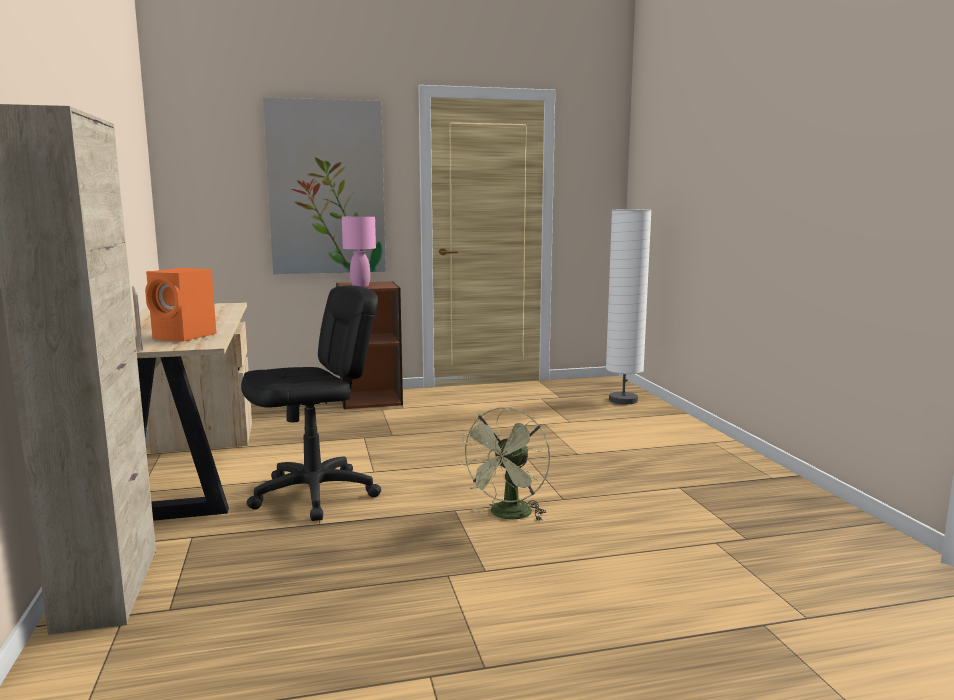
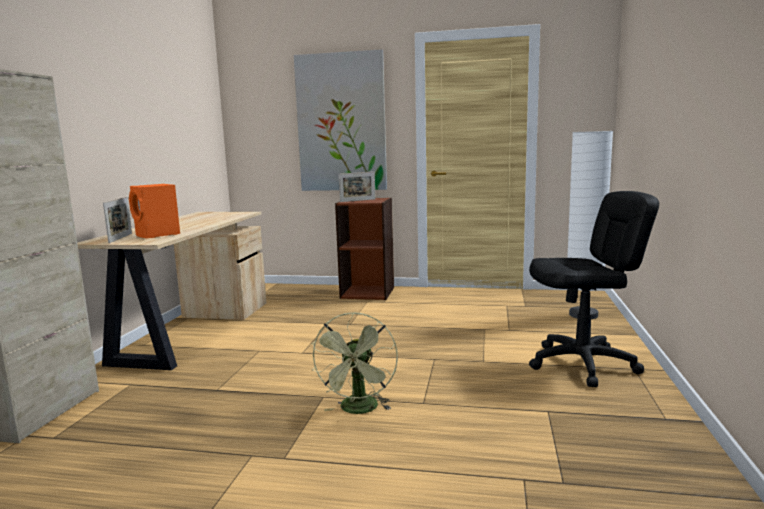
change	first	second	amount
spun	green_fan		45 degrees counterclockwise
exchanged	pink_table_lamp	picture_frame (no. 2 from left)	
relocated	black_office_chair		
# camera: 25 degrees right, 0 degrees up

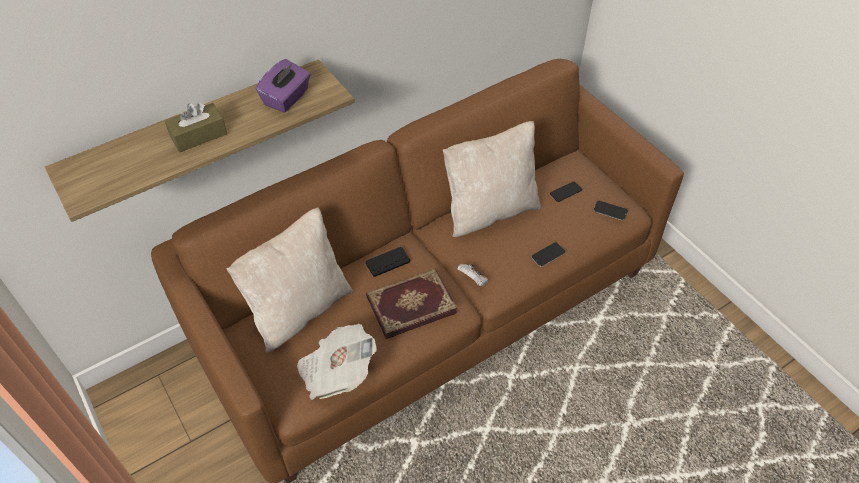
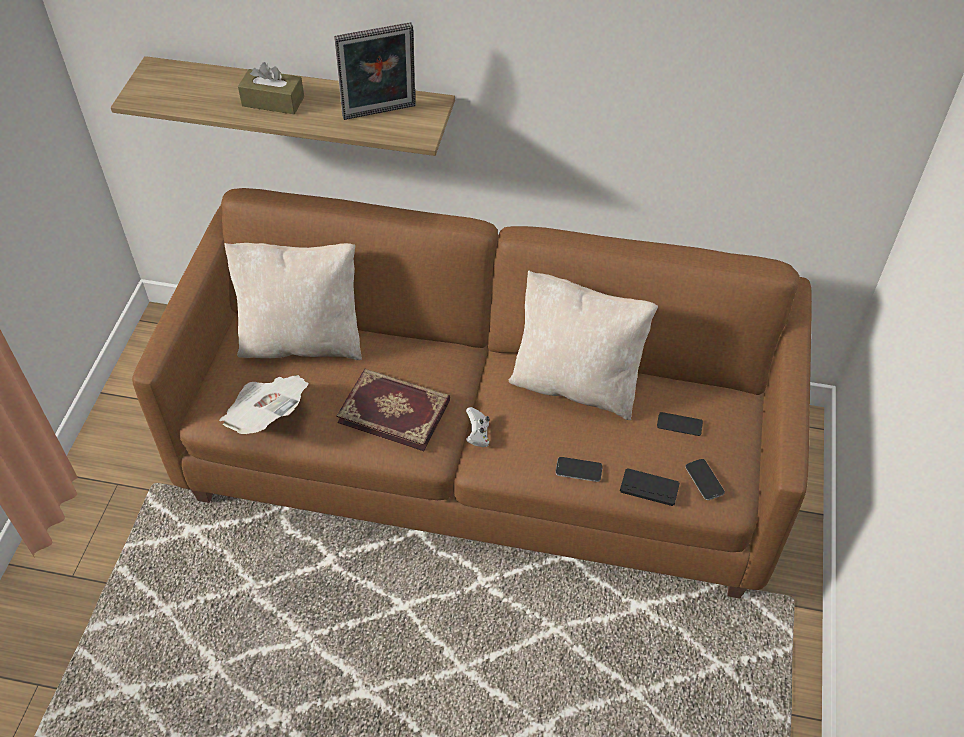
change	first	second	amount
exchanged	purple_tissue_box	picture_frame	
relocated	black_game_controller		
# camera: 45 degrees right, 0 degrees up

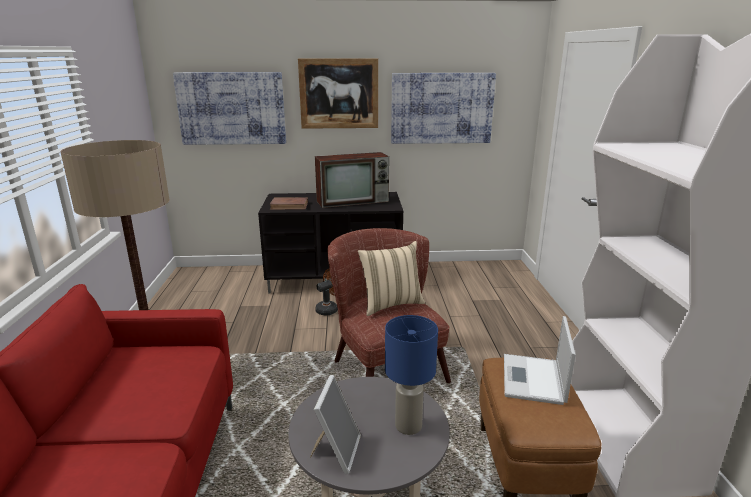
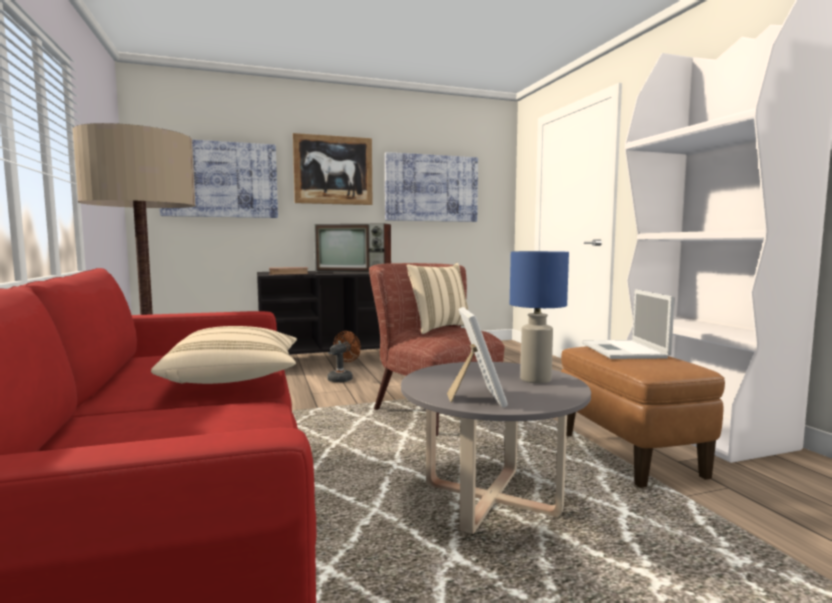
change	first	second	amount
appeared		beige_pillow (no. 1 from left)	
spun	television		45 degrees clockwise
# camera: 15 degrees left, 15 degrees down

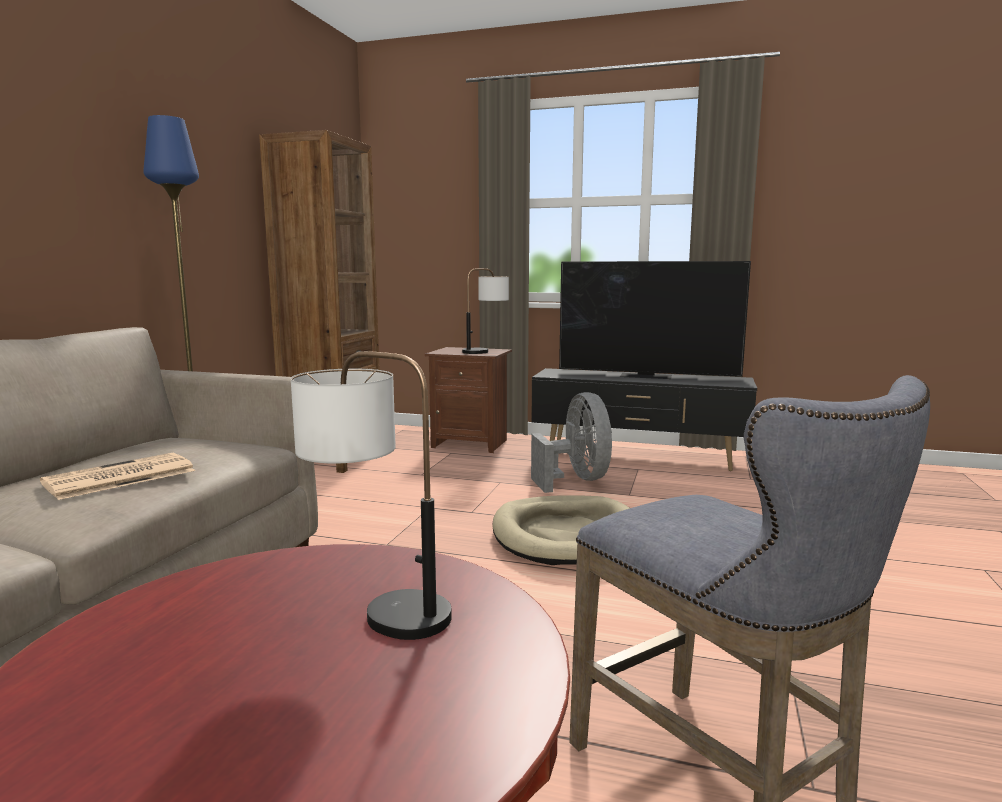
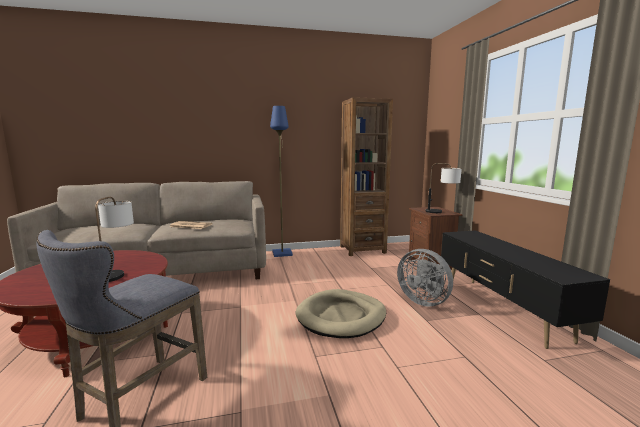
change	first	second	amount
spun	grey_fan		90 degrees clockwise
missing	television		
# camera: 60 degrees right, 0 degrees up

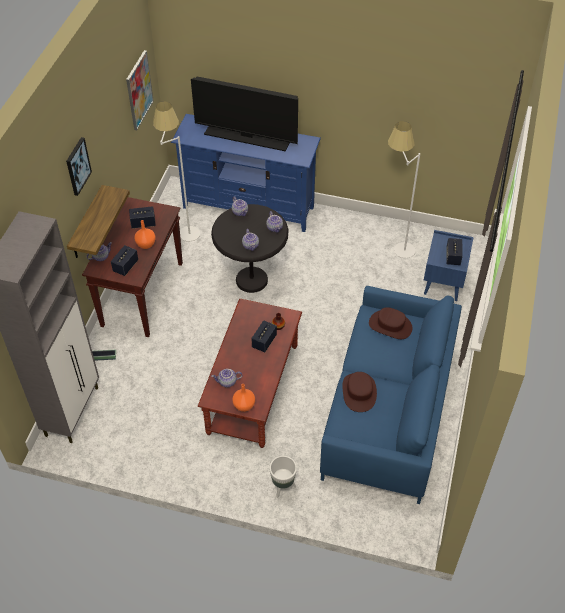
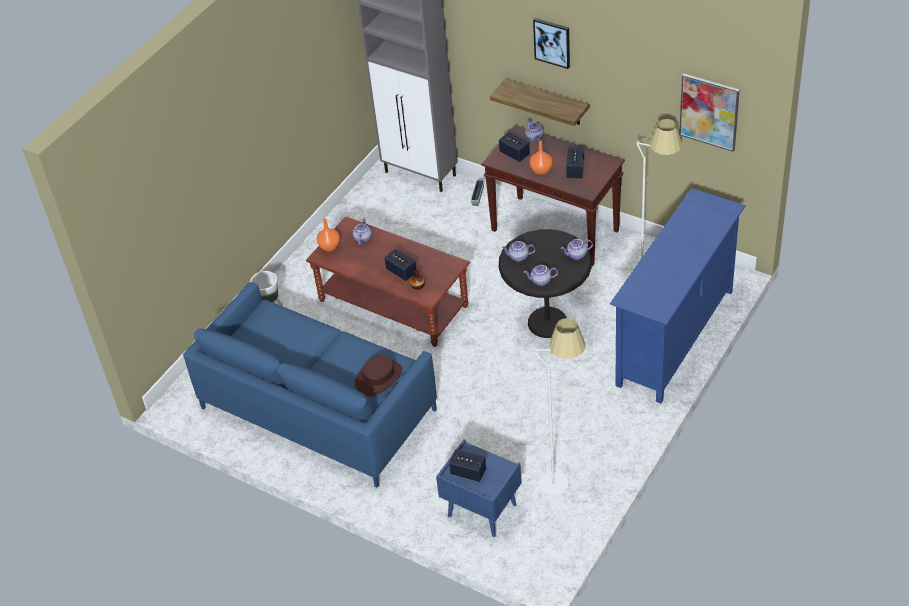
change	first	second	amount
missing	television		
missing	brown_hat (no. 1 from left)		
# camera: 110 degrees right, 5 degrees down

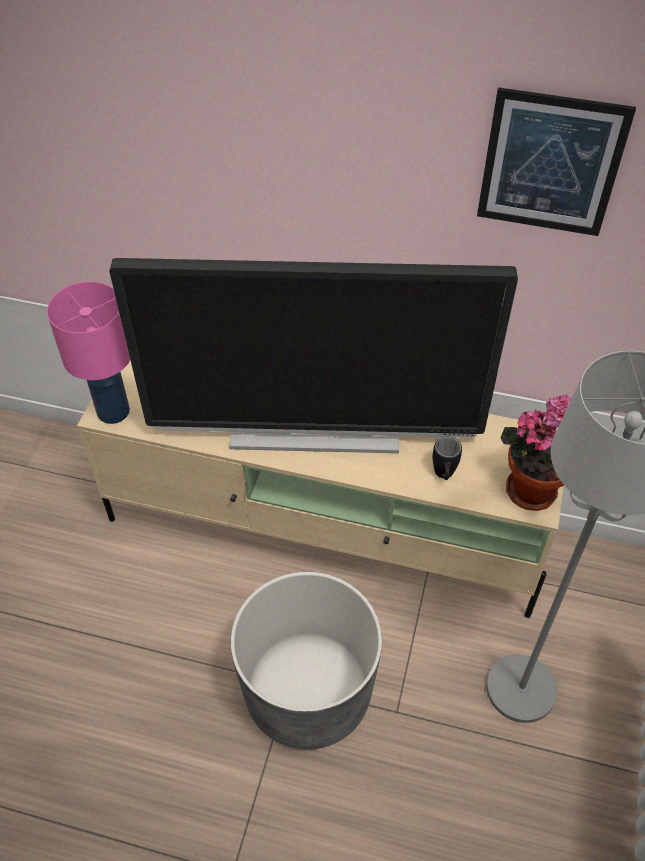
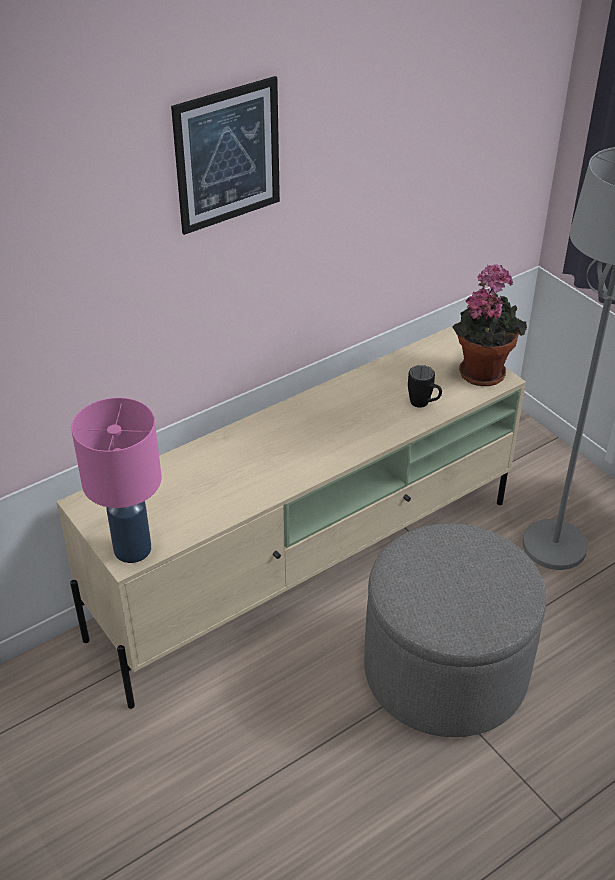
change	first	second	amount
relocated	picture		
exchanged	grey_planter	grey_ottoman	
missing	television		
# camera: 50 degrees left, 10 degrees down

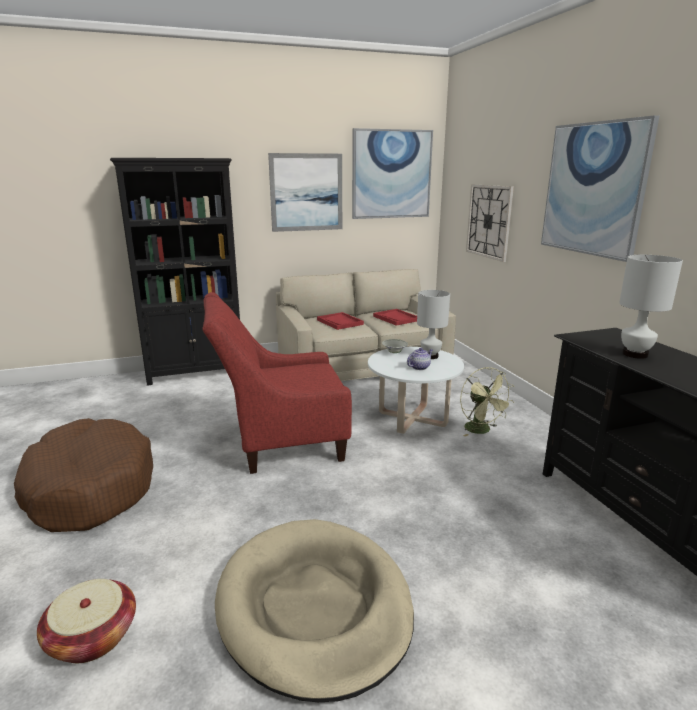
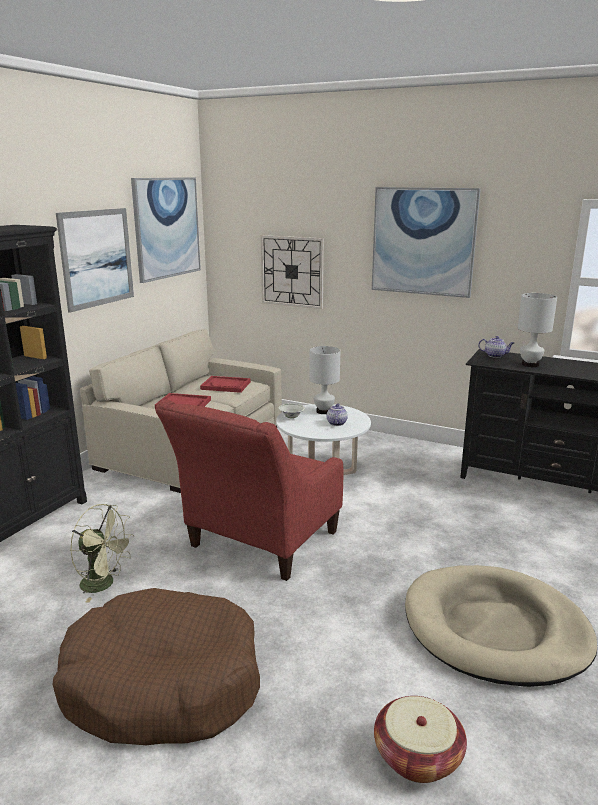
change	first	second	amount
relocated	green_fan		
appeared		teapot (no. 2 from left)	
# camera: 45 degrees left, 0 degrees up

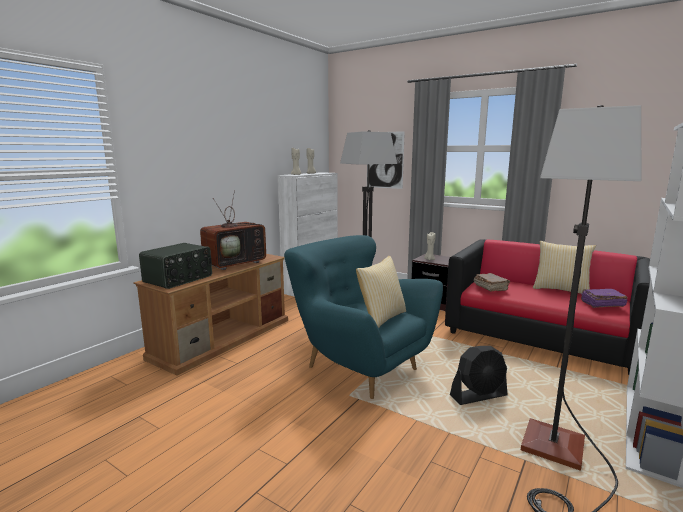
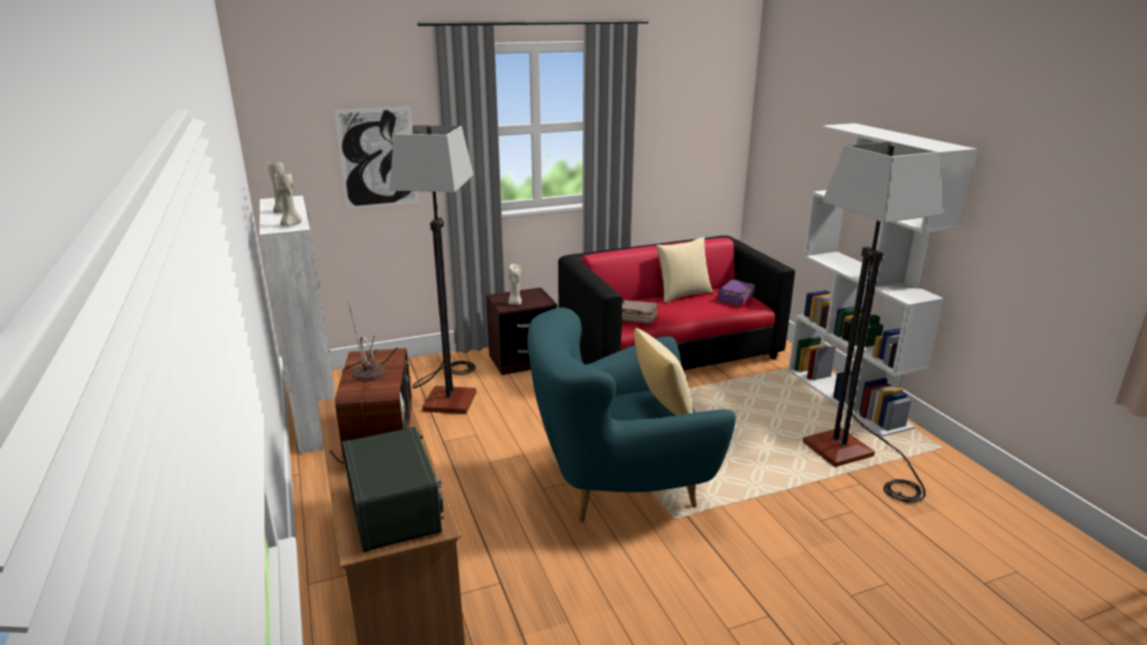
change	first	second	amount
missing	black_fan		
# camera: 55 degrees left, 10 degrees up

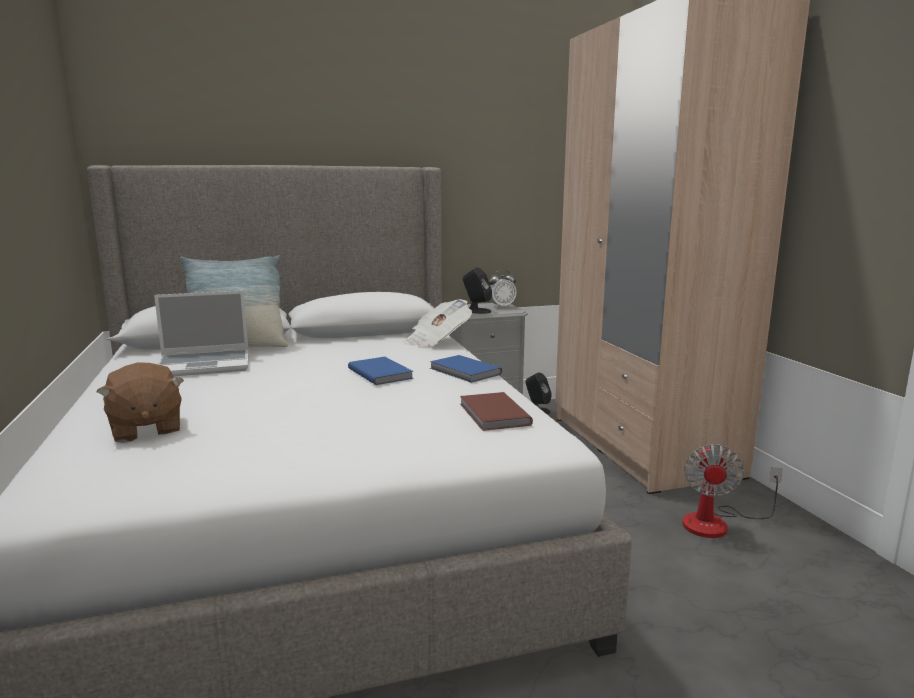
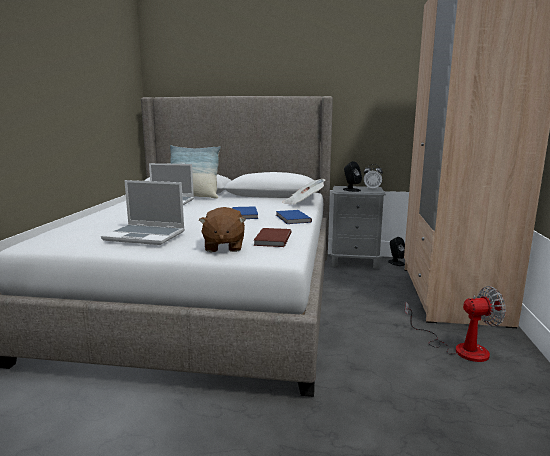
change	first	second	amount
appeared		laptop (no. 1 from left)	
relocated	brown_plush_toy		
spun	fan		135 degrees counterclockwise
# camera: 25 degrees right, 0 degrees up

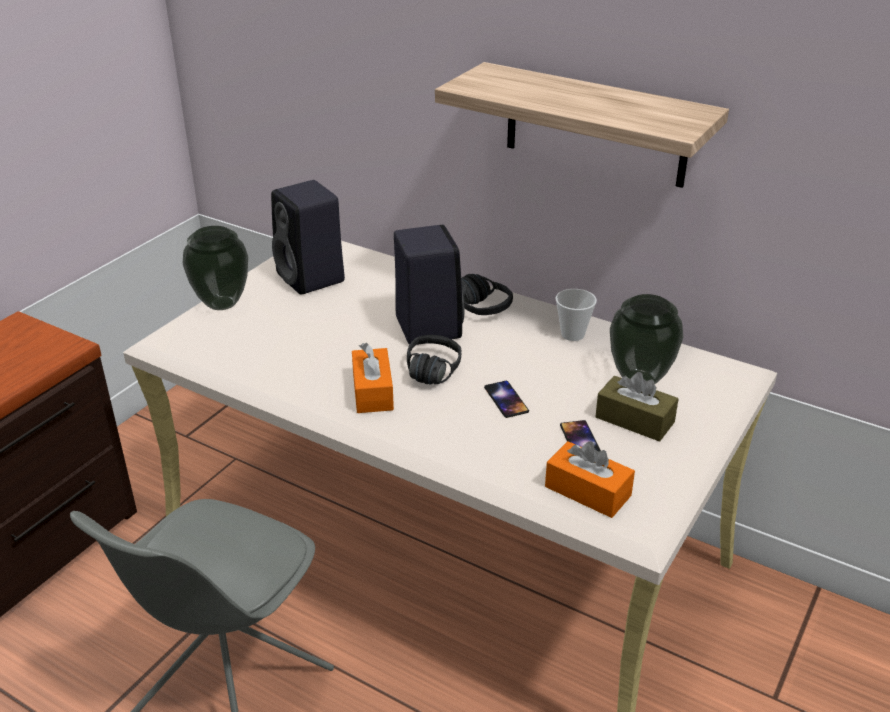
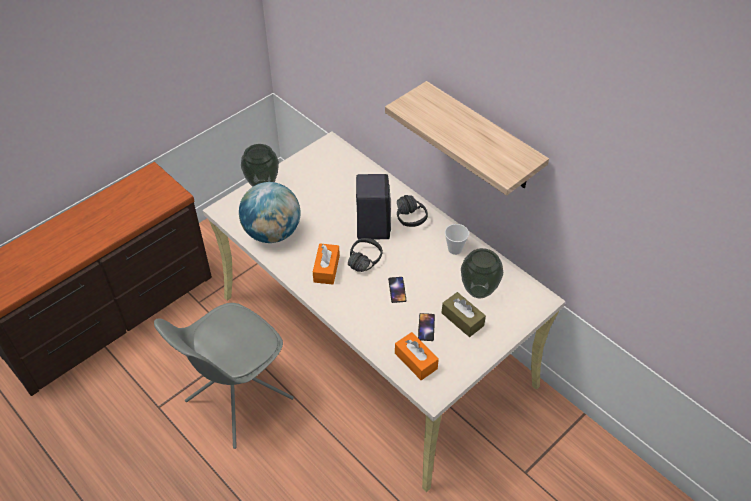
change	first	second	amount
appeared		globe	
missing	black_speaker (no. 1 from left)		
# camera: 15 degrees right, 15 degrees up

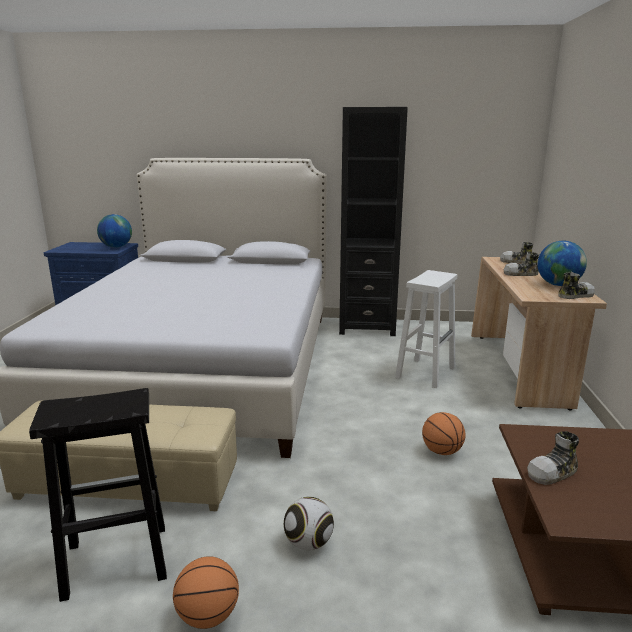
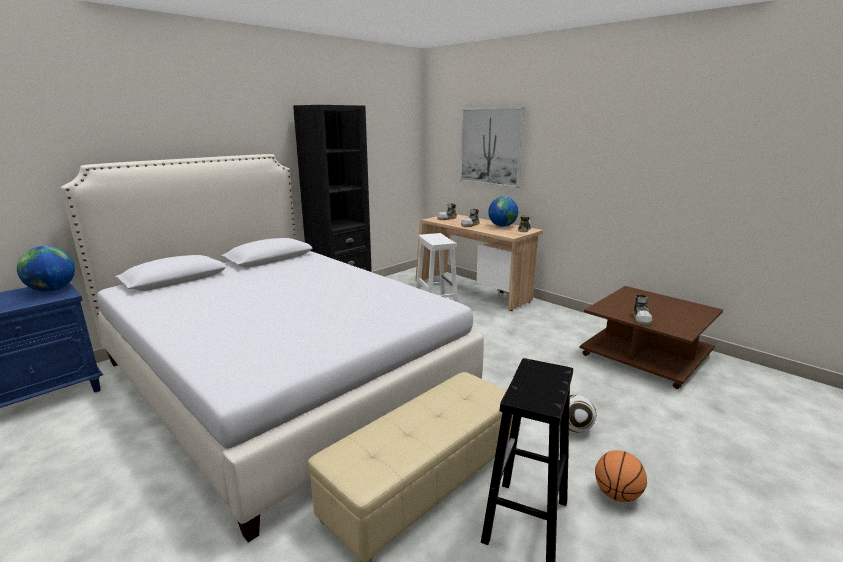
change	first	second	amount
appeared		picture	
missing	basketball (no. 2 from left)		
# camera: 50 degrees left, 0 degrees up

